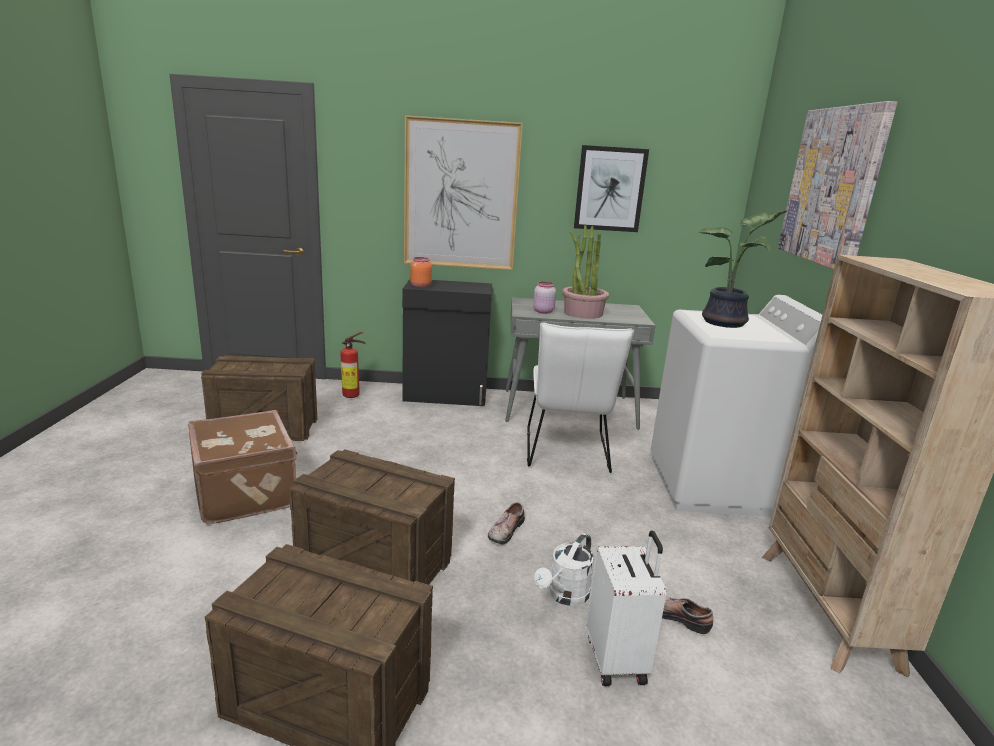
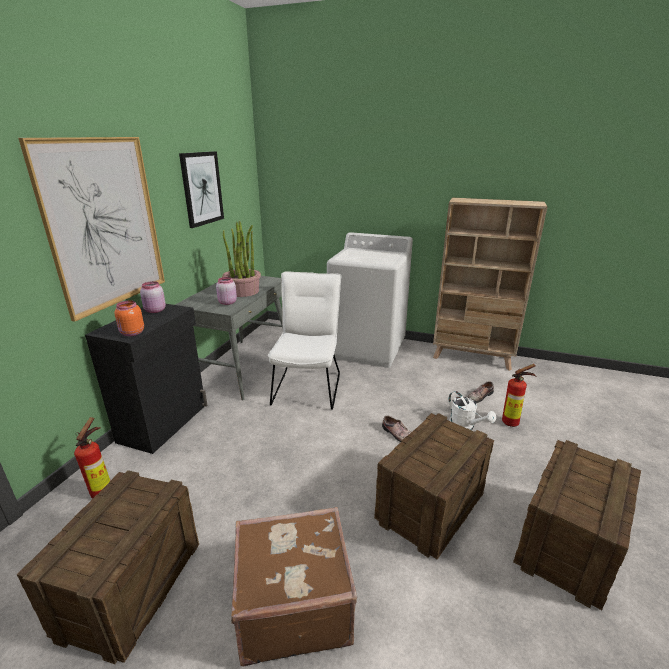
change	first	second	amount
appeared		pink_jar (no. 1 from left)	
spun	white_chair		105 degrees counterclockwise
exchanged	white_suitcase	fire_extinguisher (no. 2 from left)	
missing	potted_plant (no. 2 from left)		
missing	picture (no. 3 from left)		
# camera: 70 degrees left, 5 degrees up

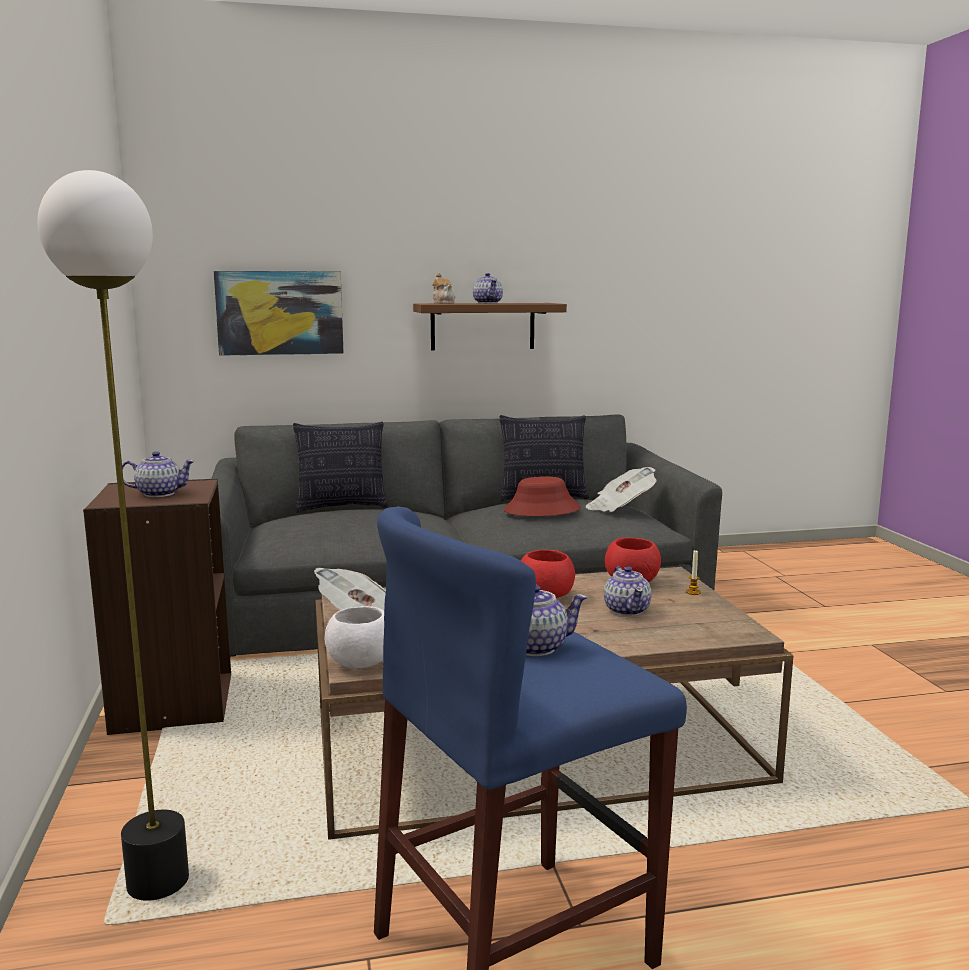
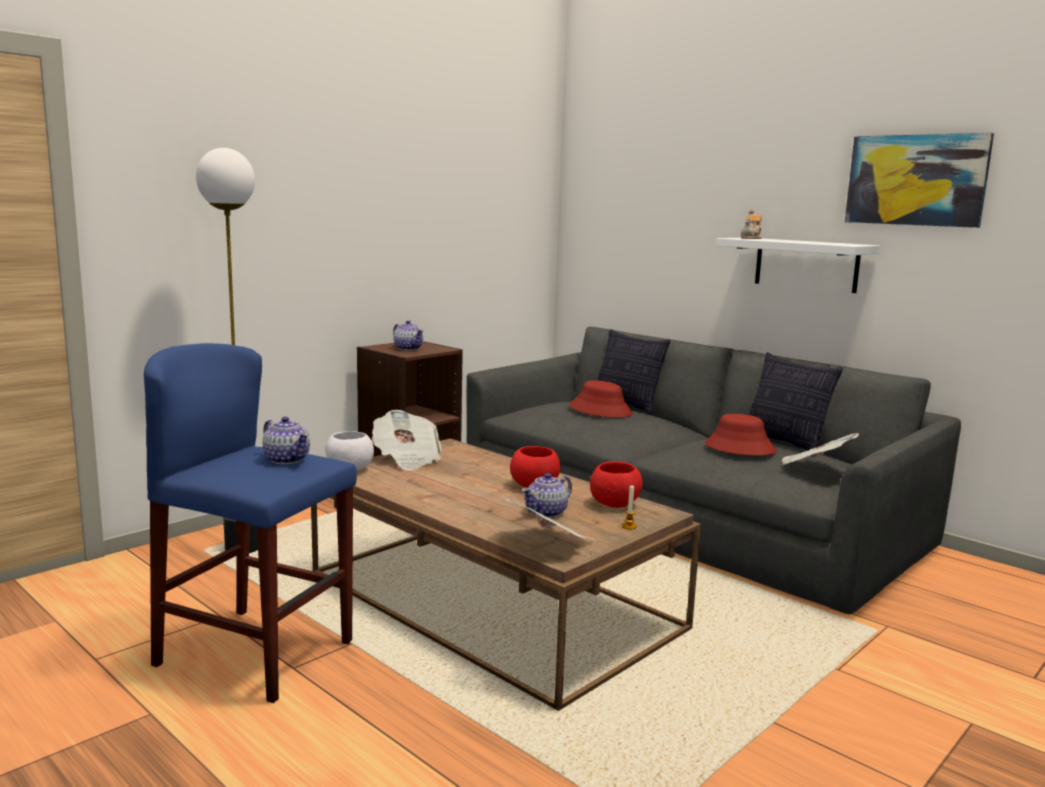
change	first	second	amount
appeared		newspaper (no. 2 from left)	
appeared		red_hat (no. 1 from left)	
colour	brown_shelf	white_shelf	
relocated	picture		
missing	teapot (no. 3 from left)		
# camera: 55 degrees right, 0 degrees up

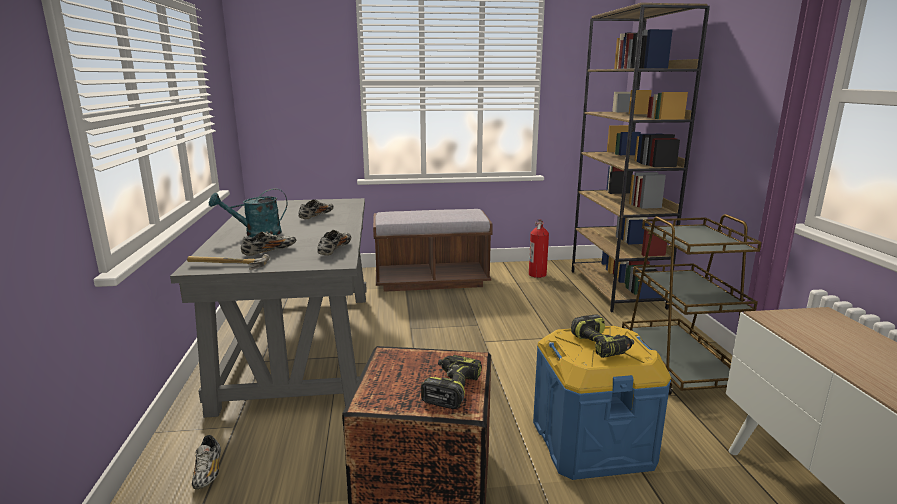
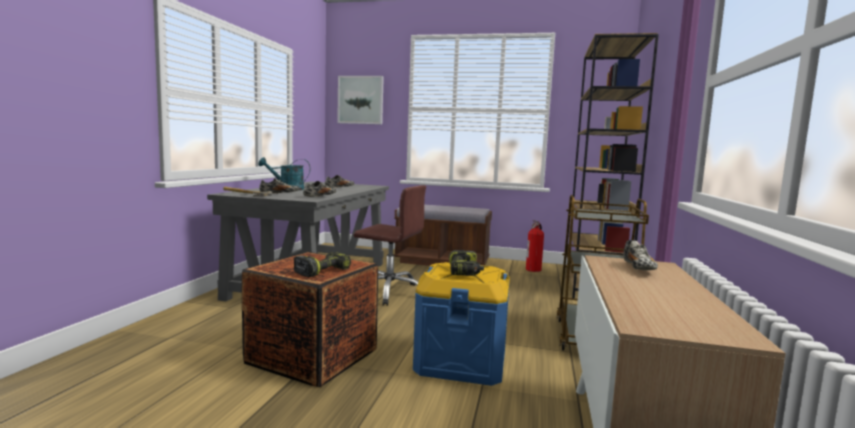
change	first	second	amount
appeared		picture	
appeared		brown_office_chair	
relocated	shoe (no. 1 from left in the first image)	shoe (no. 4 from left)	
# camera: 20 degrees right, 10 degrees down

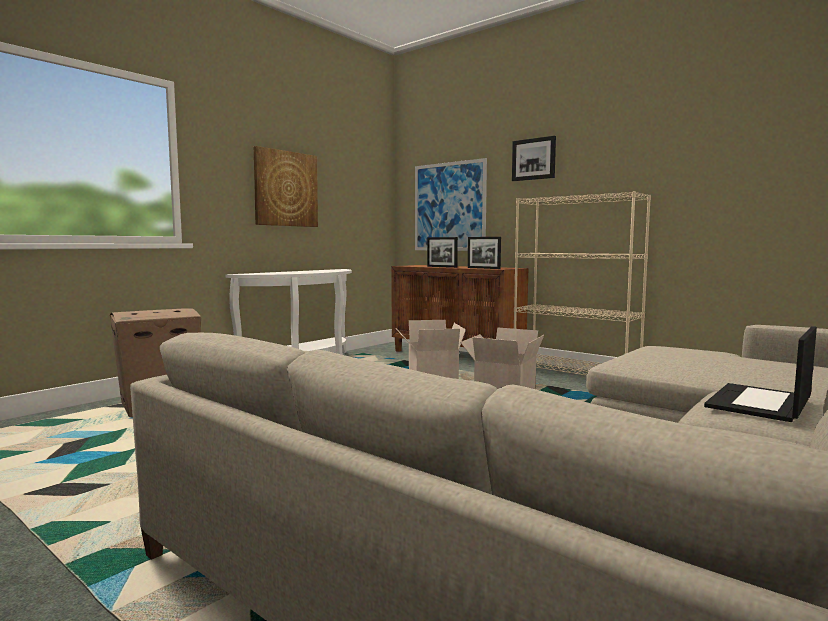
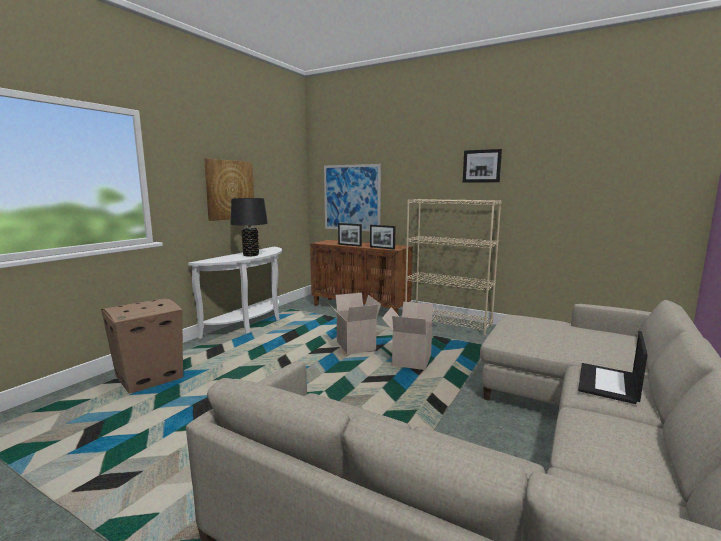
change	first	second	amount
appeared		black_table_lamp	
relocated	picture (no. 3 from left)		
# camera: 10 degrees left, 5 degrees up

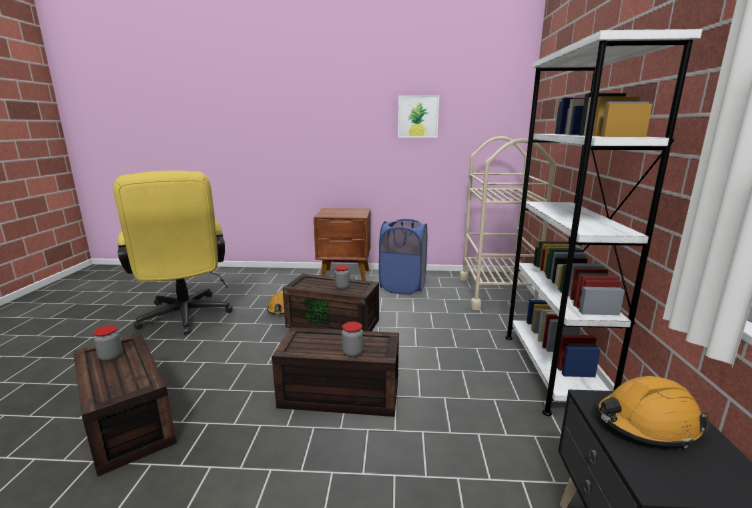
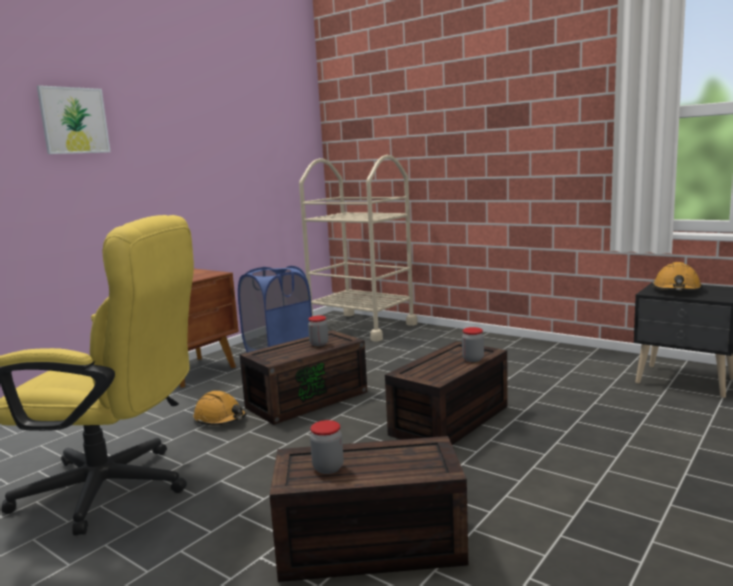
change	first	second	amount
relocated	picture		
missing	white_bookcase		
# camera: 55 degrees left, 5 degrees down

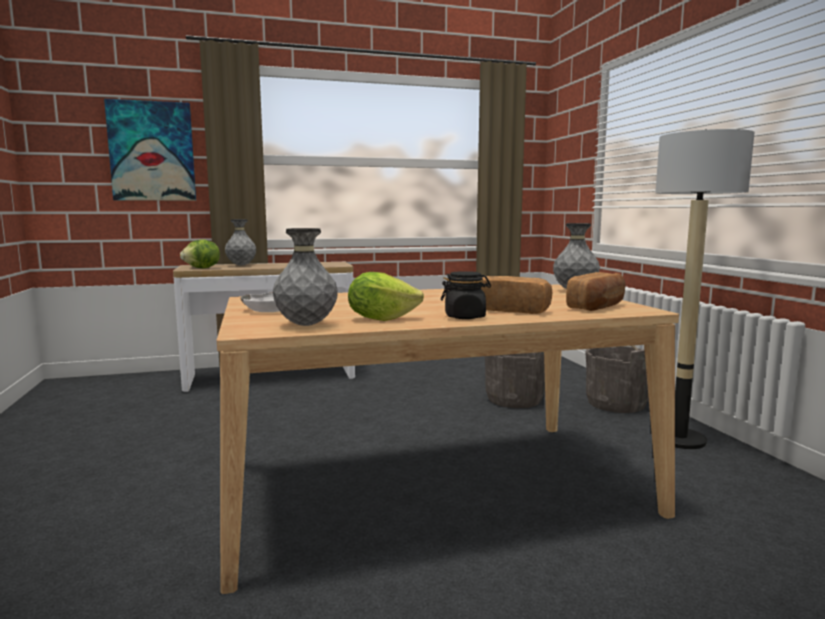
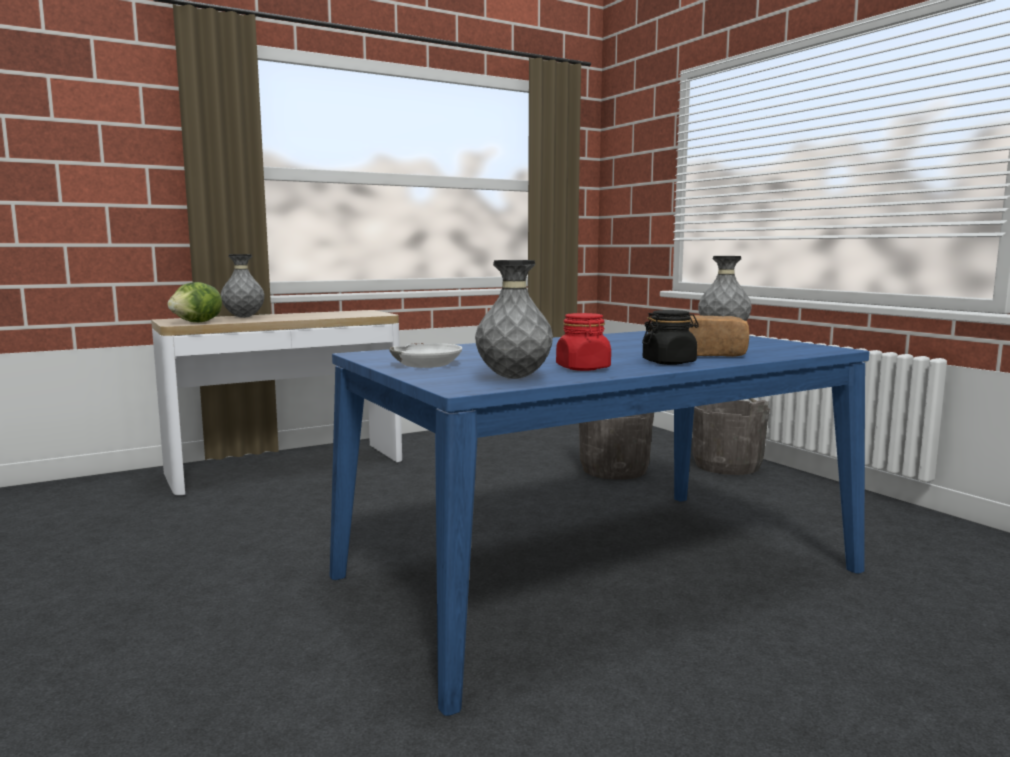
change	first	second	amount
colour	beige_dining_table	blue_dining_table	
exchanged	lettuce (no. 2 from left)	red_jar	
missing	picture		
missing	bread (no. 2 from left)		
missing	floor_lamp		
# camera: 15 degrees left, 0 degrees up

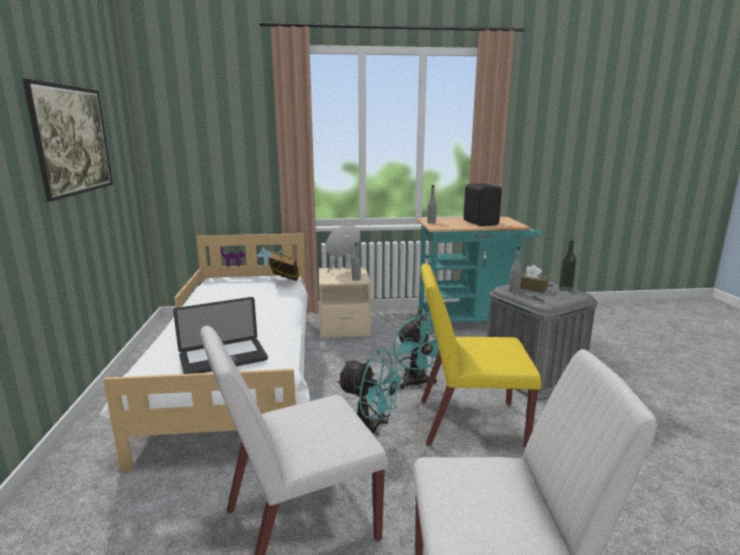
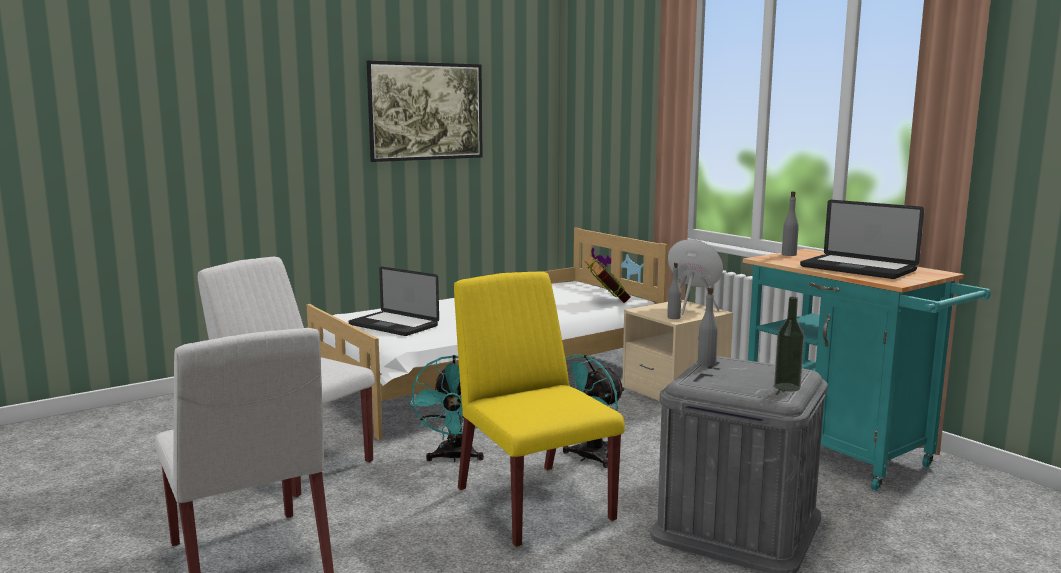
change	first	second	amount
exchanged	black_speaker	laptop (no. 2 from left)	
missing	brown_tissue_box		
# camera: 60 degrees right, 5 degrees down

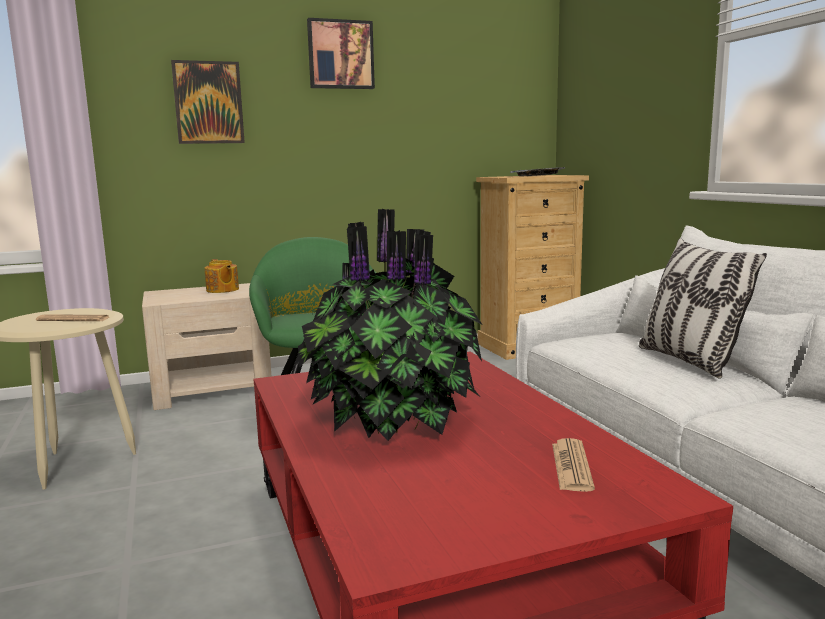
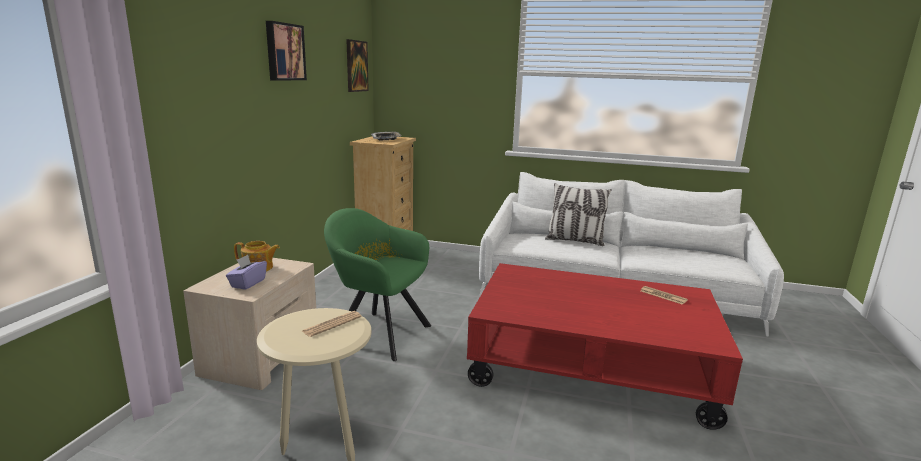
change	first	second	amount
appeared		purple_tissue_box	
relocated	picture (no. 1 from left in the first image)	picture (no. 2 from left)	
missing	potted_plant		
# camera: 55 degrees left, 5 degrees up

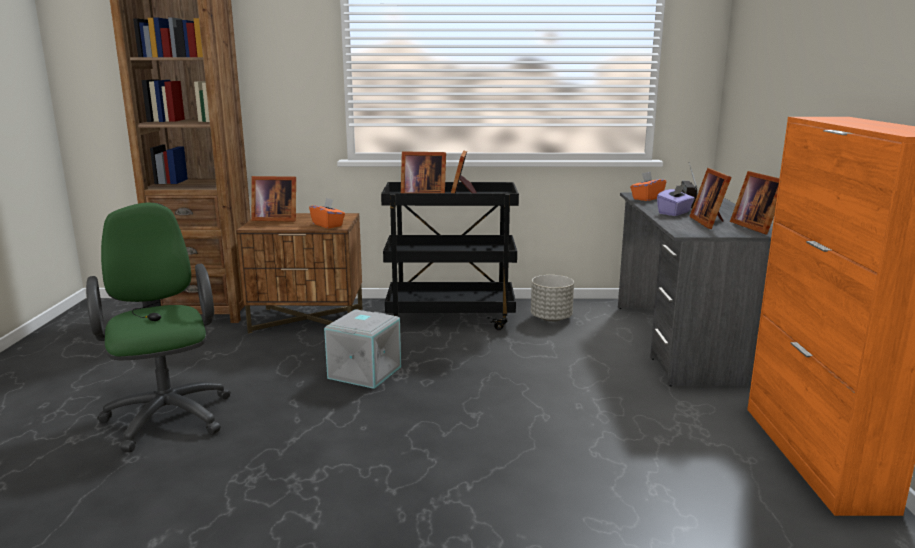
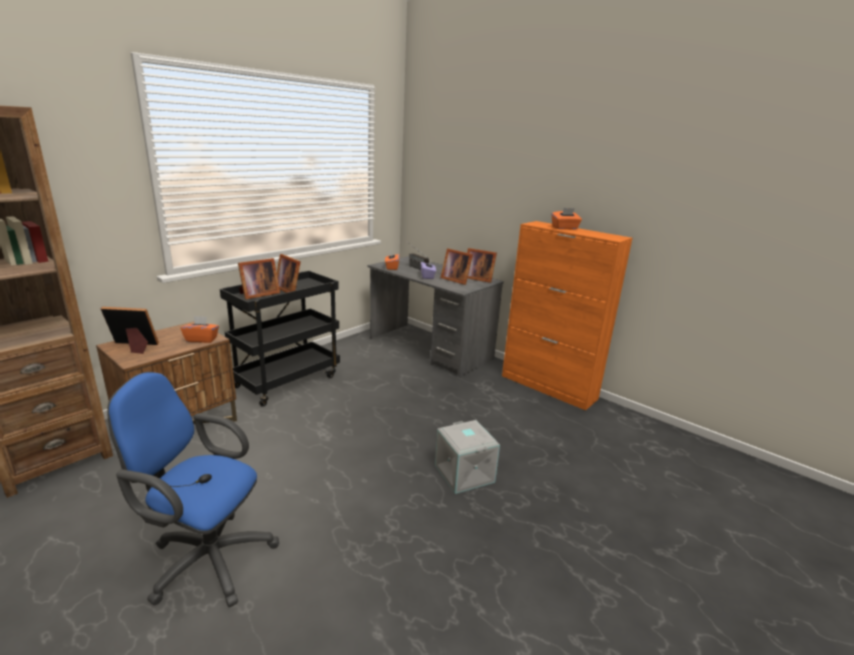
change	first	second	amount
spun	picture_frame (no. 1 from left)		135 degrees counterclockwise
colour	green_office_chair	blue_office_chair	
relocated	grey_storage_box		
appeared		orange_tissue_box (no. 3 from left)	
missing	grey_planter		
# camera: 50 degrees left, 5 degrees up

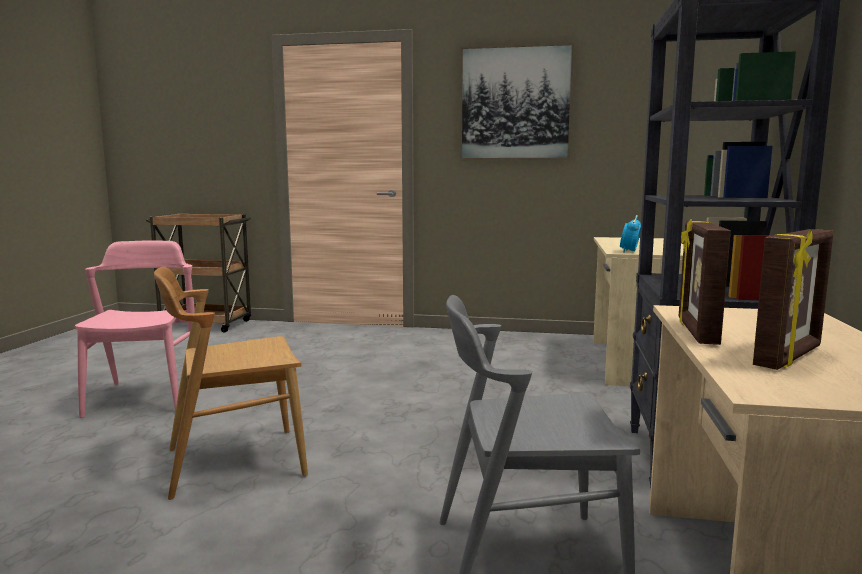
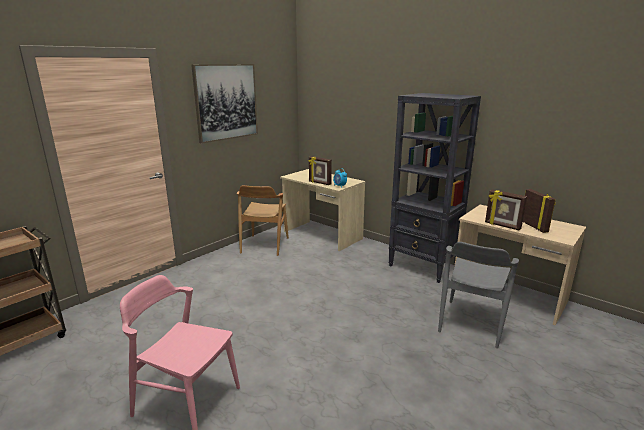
change	first	second	amount
relocated	brown_chair		
appeared		picture_frame (no. 1 from left)	
# camera: 60 degrees left, 10 degrees up

